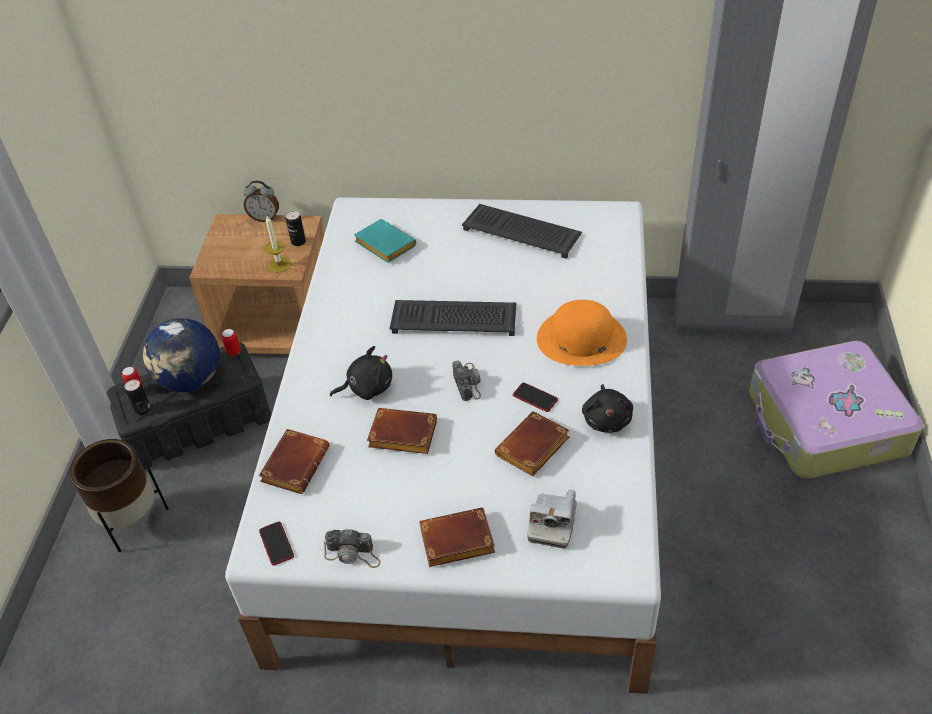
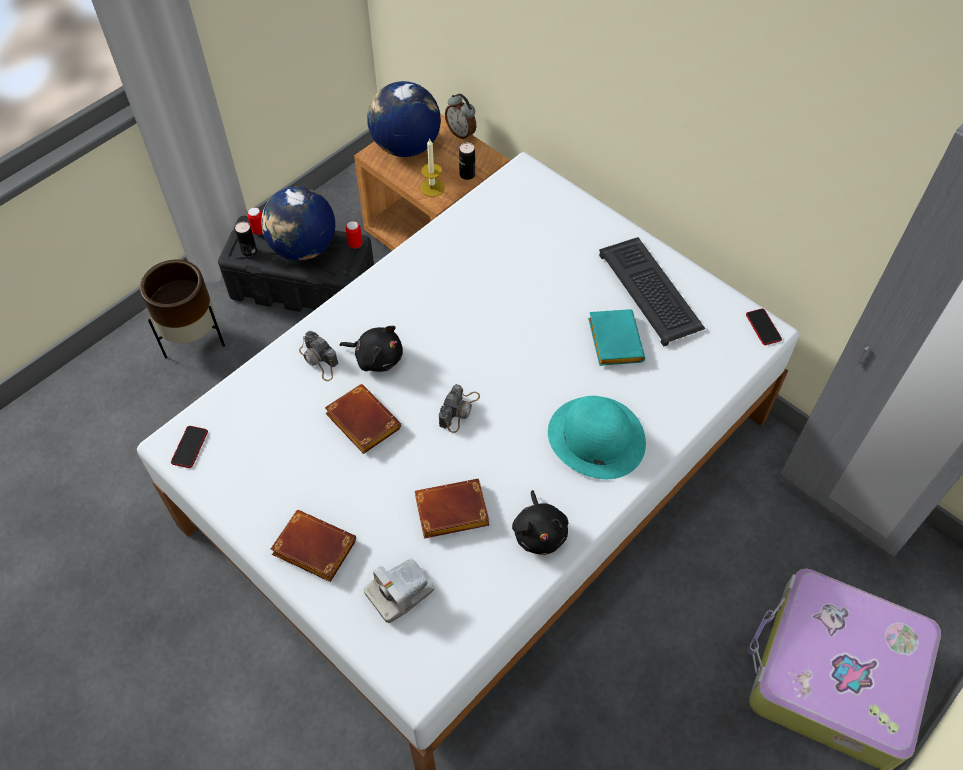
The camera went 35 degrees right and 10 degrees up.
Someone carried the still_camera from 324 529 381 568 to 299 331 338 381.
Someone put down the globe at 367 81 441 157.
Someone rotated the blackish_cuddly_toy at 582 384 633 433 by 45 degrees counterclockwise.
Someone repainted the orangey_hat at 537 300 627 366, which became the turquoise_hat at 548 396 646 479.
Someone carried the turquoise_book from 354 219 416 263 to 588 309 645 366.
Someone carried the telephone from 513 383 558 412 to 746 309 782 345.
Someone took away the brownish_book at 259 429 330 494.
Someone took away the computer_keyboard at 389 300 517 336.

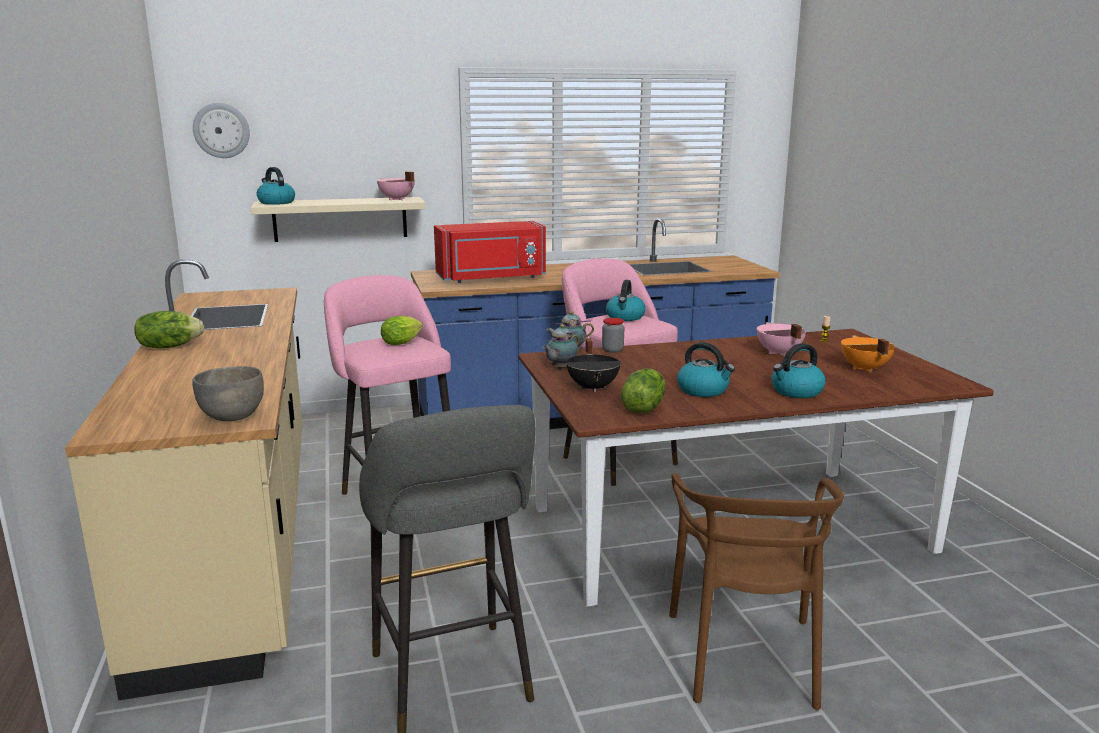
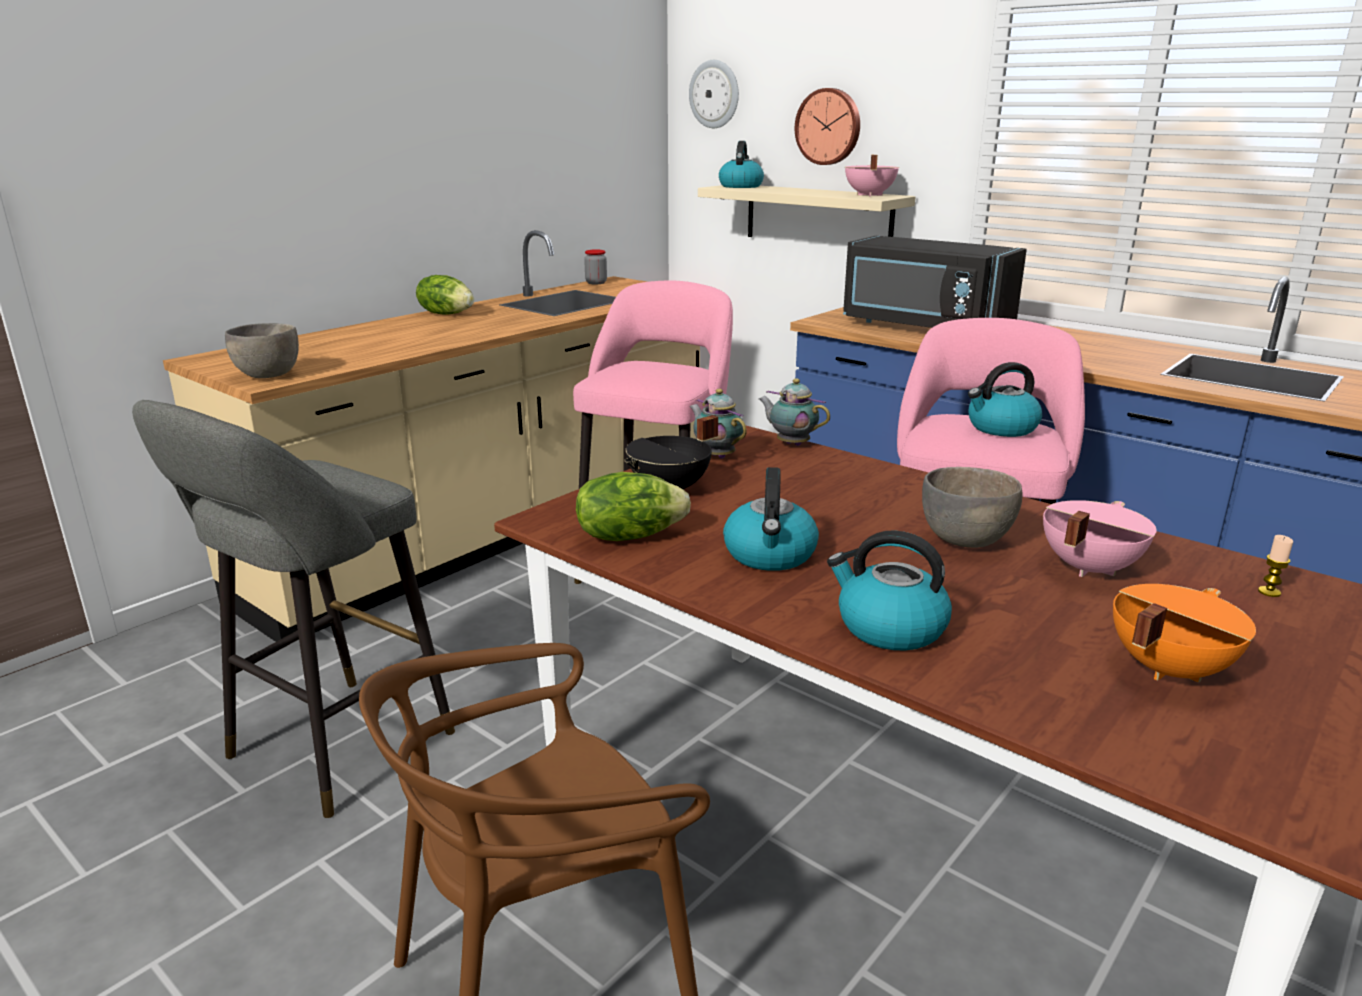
The camera went 55 degrees right and 5 degrees up.
Someone carried the storage_jar from 602 318 624 353 to 584 249 607 284.
Someone rotated the teapot at 542 324 579 370 by 45 degrees clockwise.
Someone put up the hanging_clock at 795 88 860 165.
Someone repainted the red_kitchen_microwave at 434 221 546 283, which became the blackish_kitchen_microwave at 843 236 1027 328.
Someone put down the gray_bowl at 922 467 1023 548.
Someone took away the head_of_lettuce at 381 316 423 345.

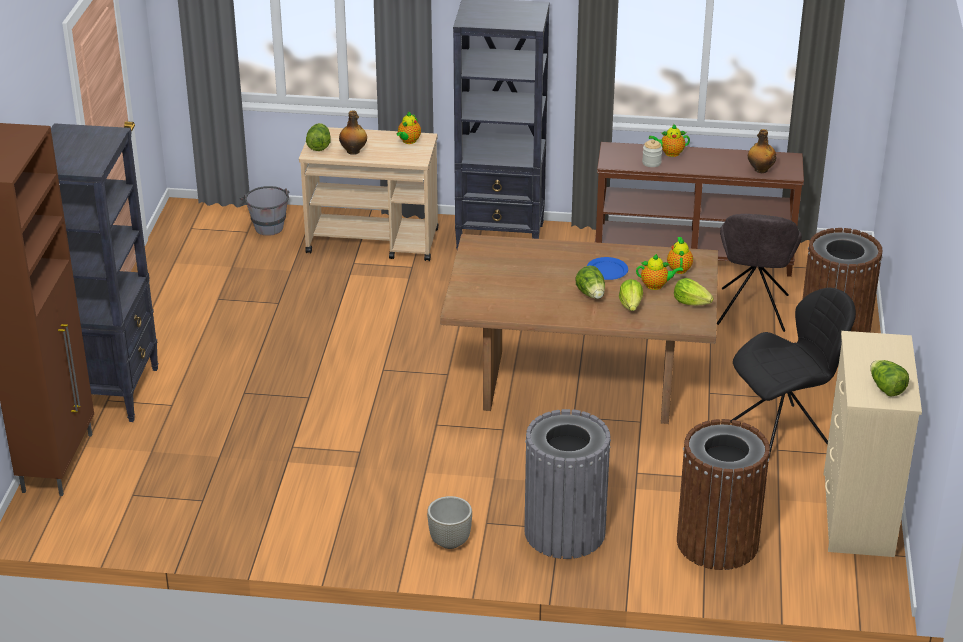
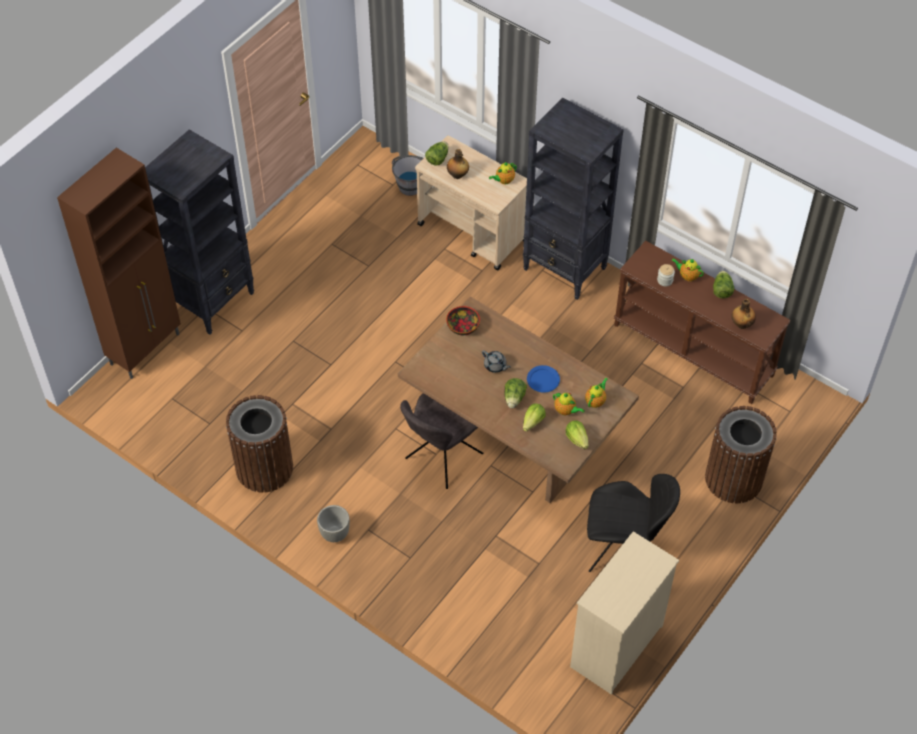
The camera went 30 degrees right and 20 degrees up.
Someone carried the brownish_trash_can from 677 419 770 570 to 226 395 293 493.
Someone carried the gray_upright_chair from 717 214 802 332 to 400 393 483 489.
Someone put down the bowl at 446 306 480 335.
Someone put down the gray_teapot at 482 350 511 373.
Someone carried the head_of_lettuce from 870 360 909 397 to 713 271 734 298.
Someone took away the gray_trash_can at 524 409 611 559.

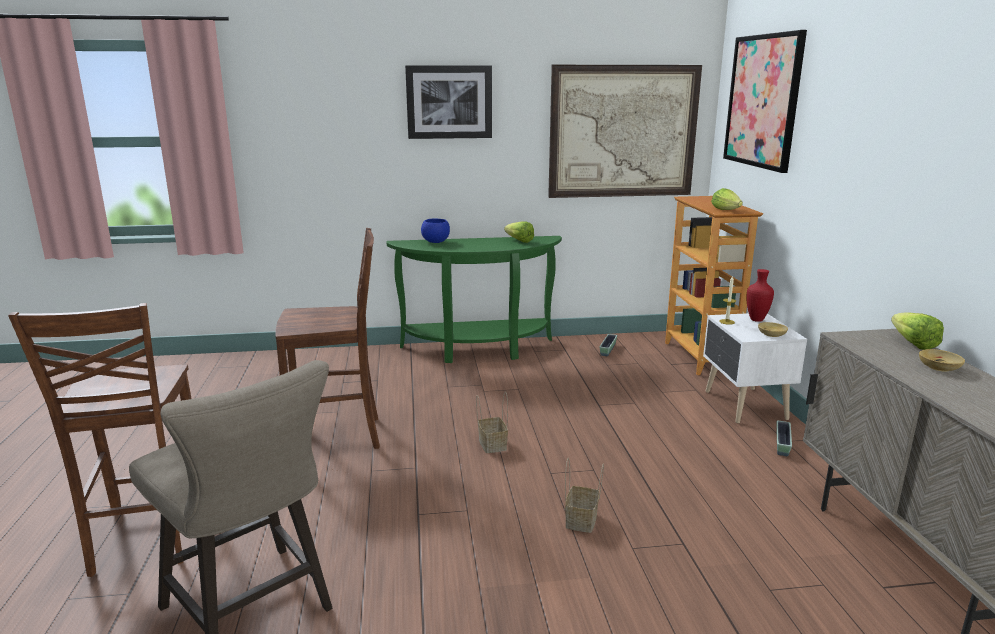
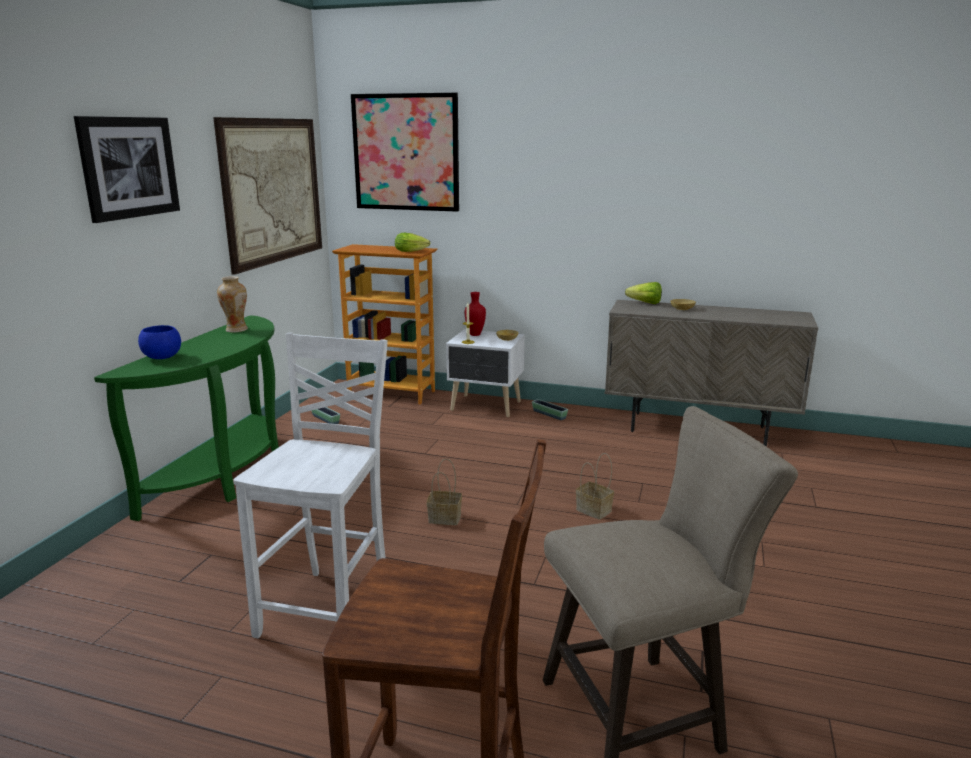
The camera went 65 degrees left and 0 degrees up.
Someone swapped the head_of_lettuce at 504 222 534 243 for the flower_vase at 217 276 248 332.
Someone repainted the brownish_upright_chair at 275 228 380 449, which became the white_upright_chair at 233 333 388 638.

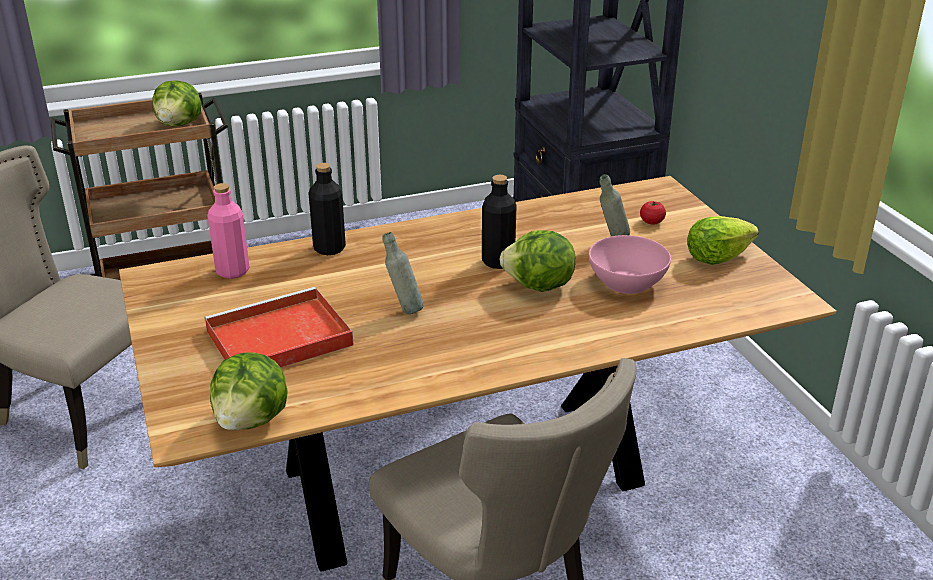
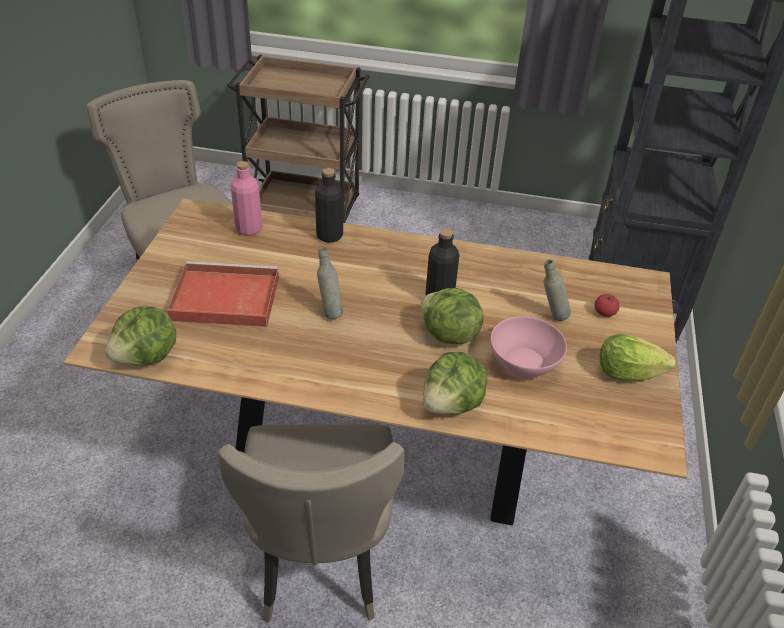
The camera went 30 degrees right and 10 degrees up.
Someone carried the head_of_lettuce from 152 80 202 127 to 423 352 488 415.

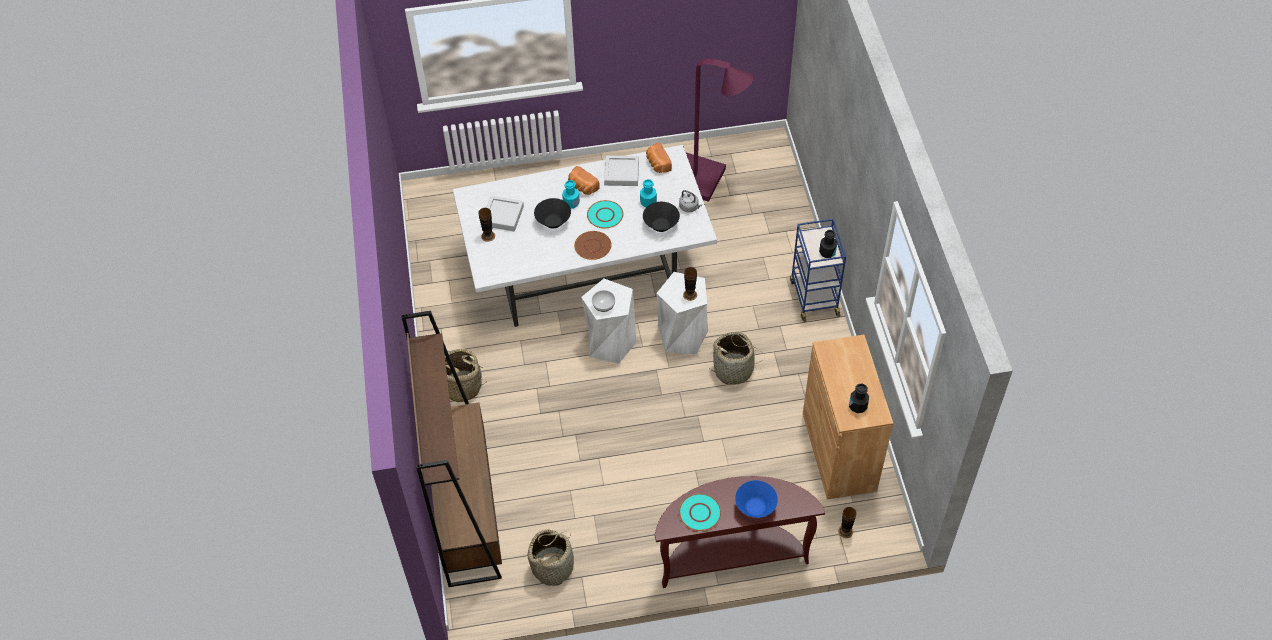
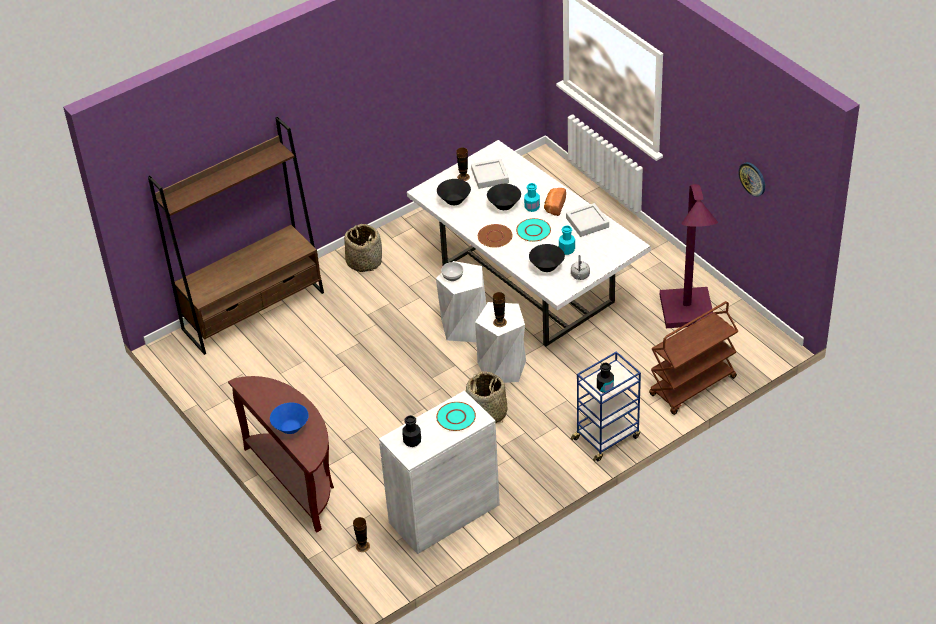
The camera went 65 degrees right and 10 degrees down.
Someone repainted the brownish_cabinet at 803 335 893 500, which became the white_cabinet at 379 390 500 554.
Someone carried the turquoise_plate from 679 494 721 531 to 436 402 476 431.
Someone put down the blackish_bowl at 437 179 471 205.
Someone put down the brownish_cart at 649 301 738 415.
Someone put up the hanging_clock at 738 162 765 197.
Someone took away the basket at 528 529 574 586.
Someone took away the baked_bread at 646 142 672 173.

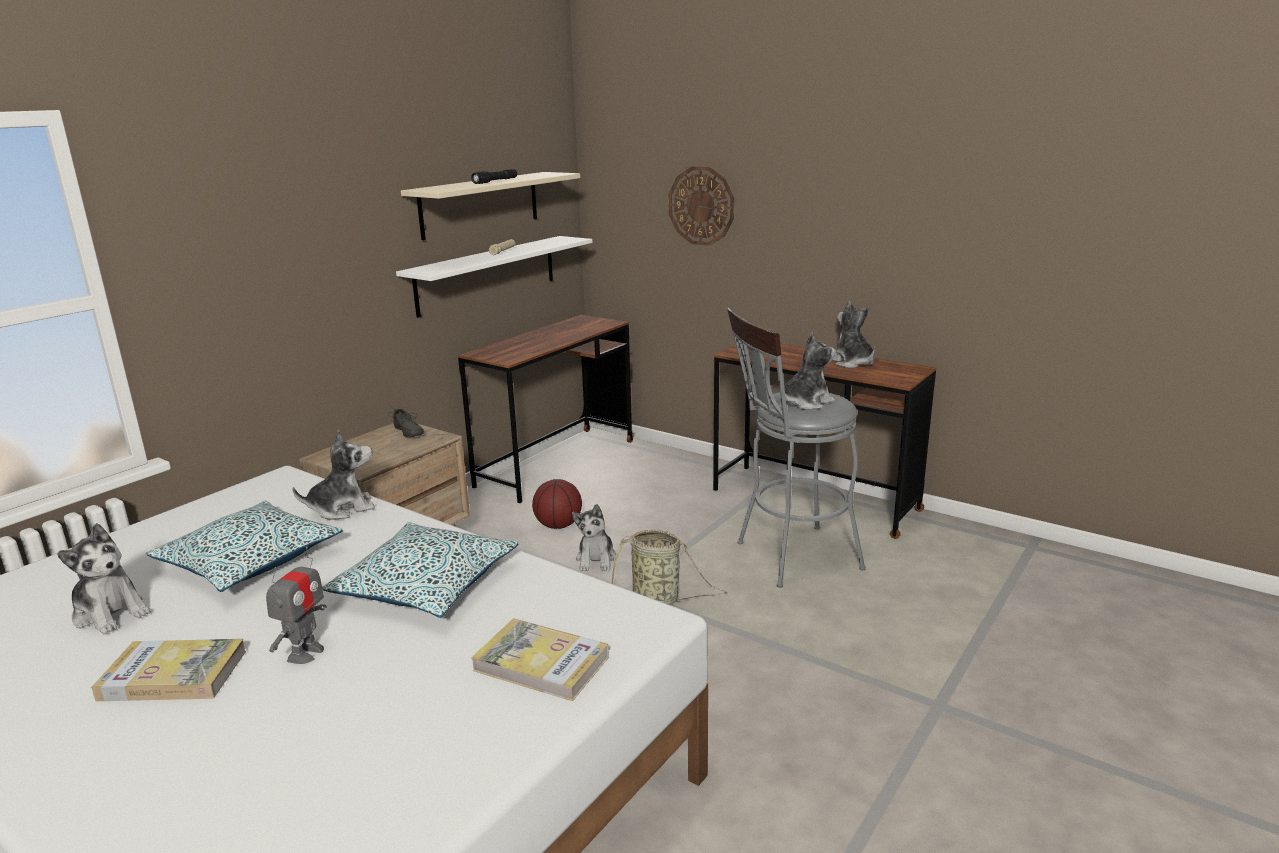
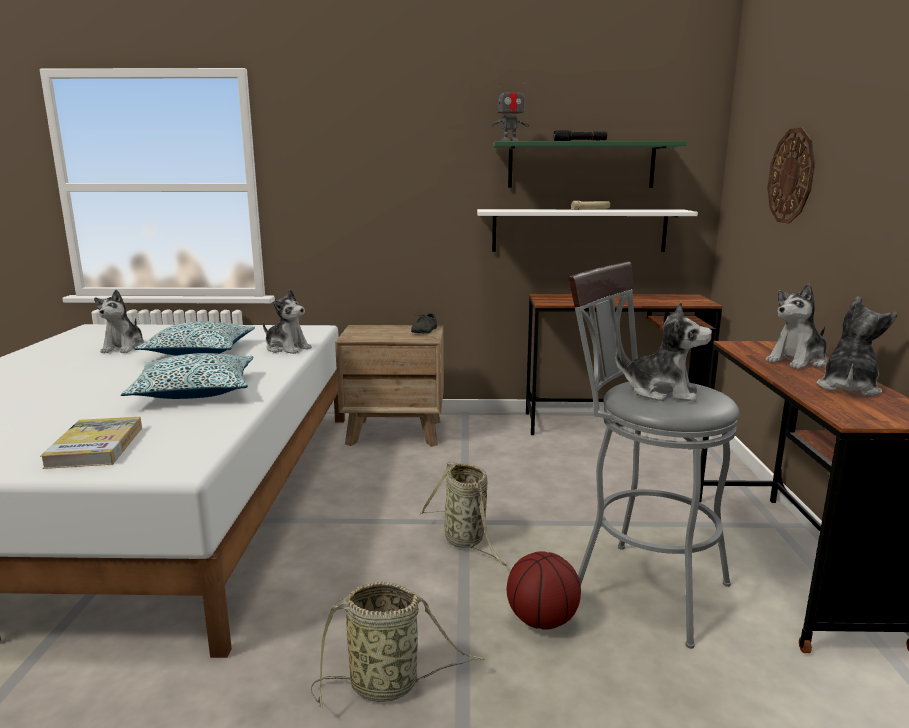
The camera went 55 degrees right and 5 degrees down.
Someone put down the basket at 311 581 485 708.
Someone carried the toy_robot from 266 546 327 664 to 490 81 529 141.
Someone repainted the beige-coloured_wall_shelf at 401 172 580 240, which became the green_wall_shelf at 493 141 687 188.
Someone carried the basketball_ball from 532 479 582 529 to 507 551 581 630.
Someone carried the cuddly_toy from 572 504 616 571 to 766 284 827 369.
Someone took away the book at 91 639 246 701.

